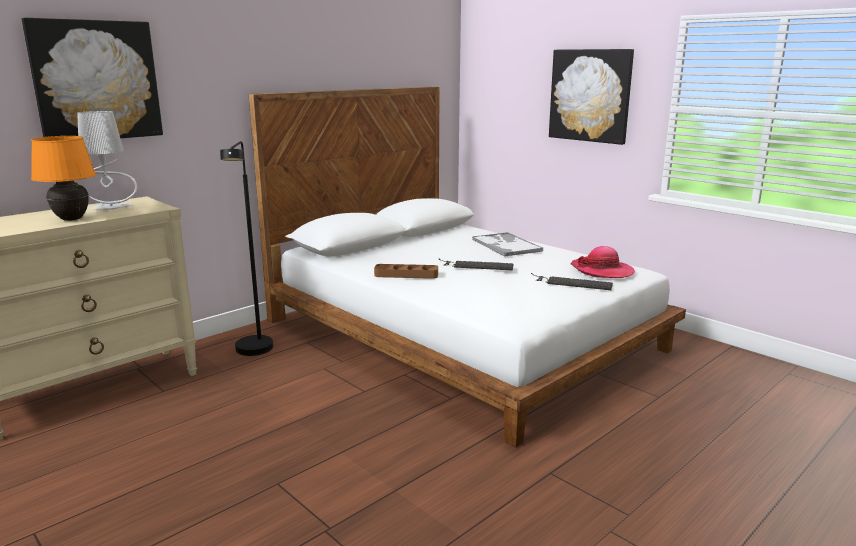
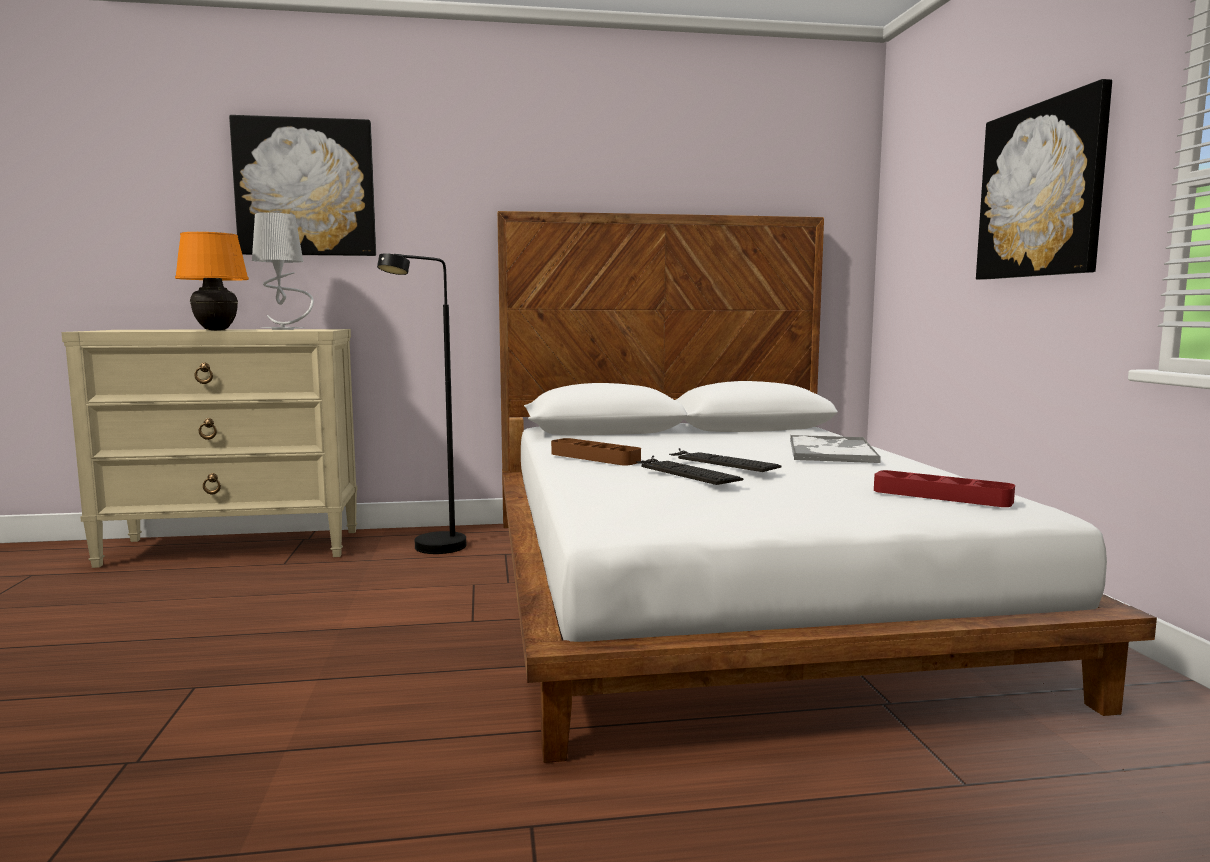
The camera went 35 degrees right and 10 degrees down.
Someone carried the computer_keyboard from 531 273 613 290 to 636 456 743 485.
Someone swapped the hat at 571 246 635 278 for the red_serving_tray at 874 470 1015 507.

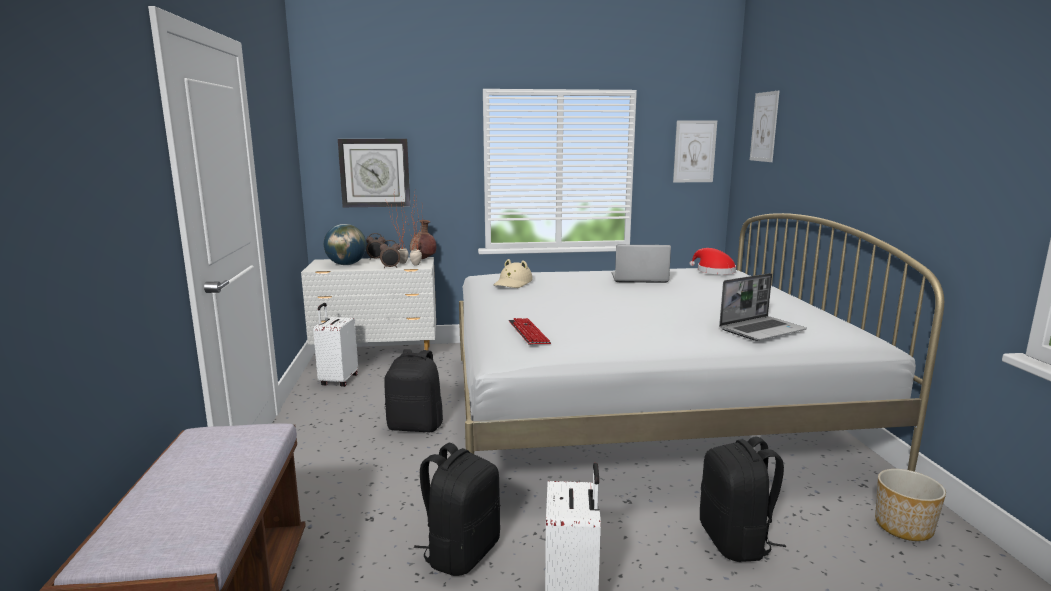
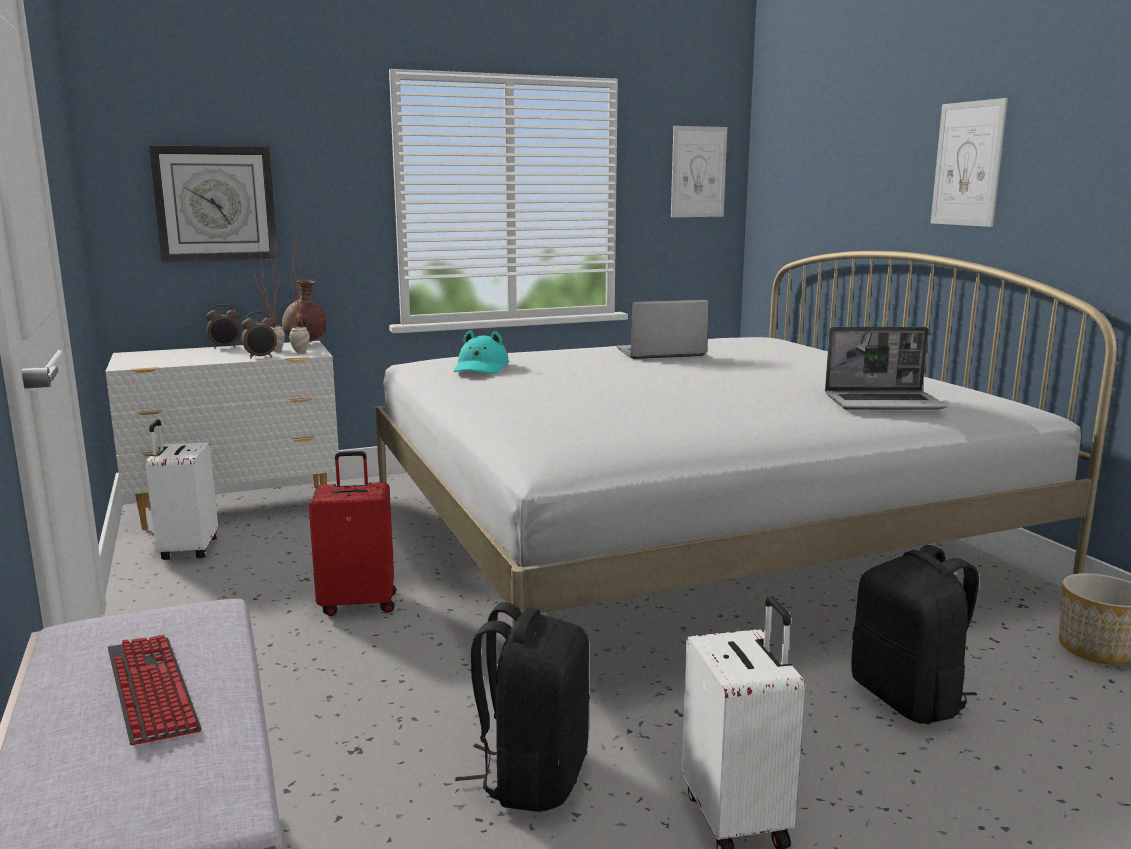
The camera went 15 degrees left and 0 degrees up.
Someone carried the computer_keyboard from 509 318 551 345 to 108 635 202 745.
Someone swapped the blackish_backpack at 384 349 443 432 for the red_suitcase at 309 451 396 616.
Someone repainted the beige-coloured_hat at 494 259 533 288, which became the turquoise_hat at 454 330 509 374.
Someone rotated the notebook_computer at 719 273 807 341 by 45 degrees clockwise.
Someone carried the picture from 750 91 779 162 to 931 98 1008 227.
Someone took away the globe at 324 224 367 265.
Someone took away the red_hat at 690 248 736 274.

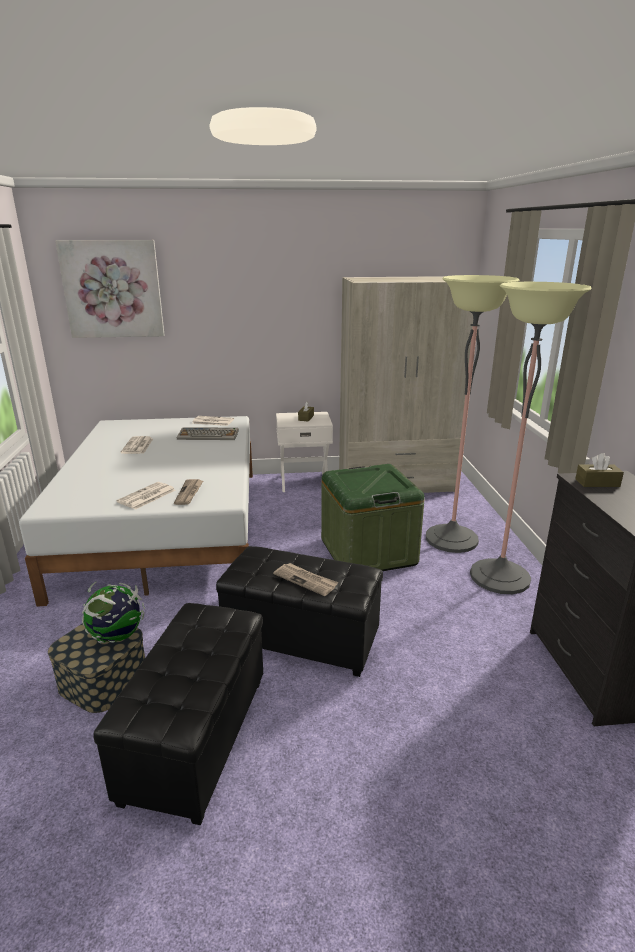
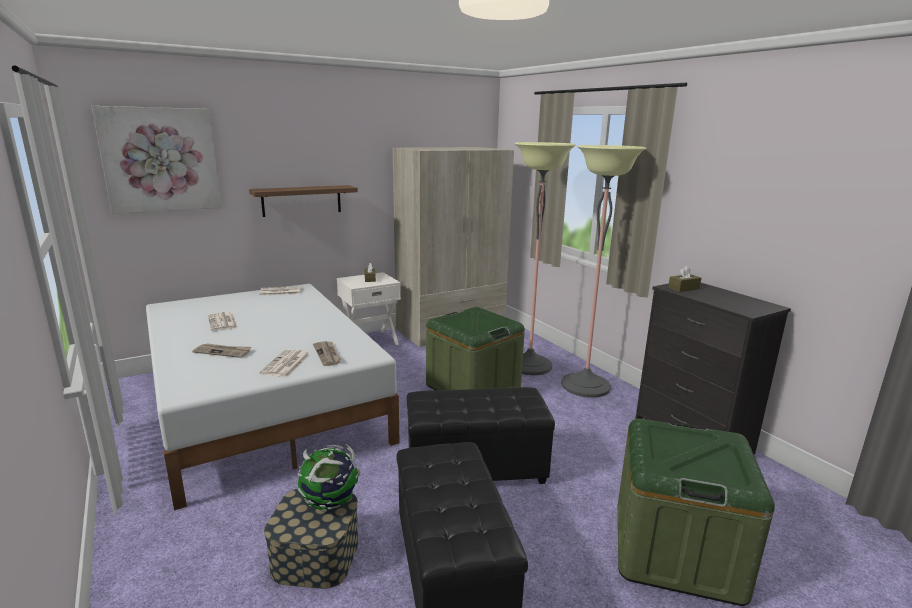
The camera went 25 degrees left and 5 degrees down.
Someone carried the newspaper from 273 563 339 596 to 192 343 252 358.
Someone put up the wall_shelf at 249 185 358 217.
Someone put down the green_storage_bin at 618 419 775 606.
Someone took away the computer_keyboard at 177 427 239 440.

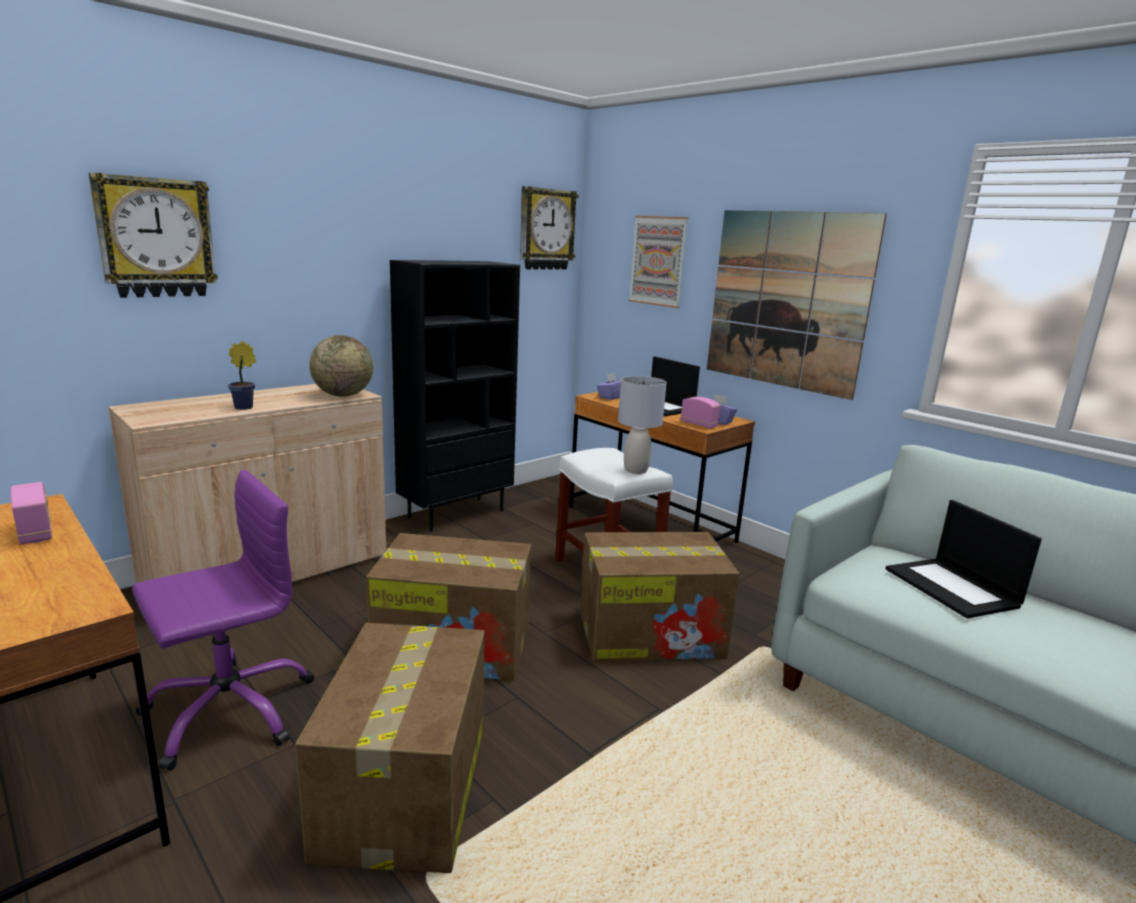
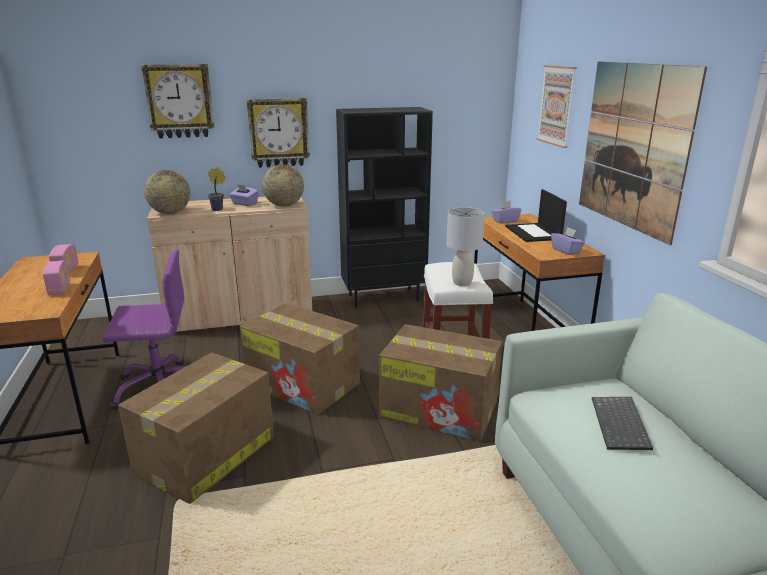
The camera went 30 degrees right and 5 degrees up.
Someone carried the radio from 681 397 720 429 to 43 260 70 295.
Someone put down the globe at 144 170 190 214.
Someone put down the purple-coloured_tissue_holder at 229 184 259 206.
Someone carried the hanging_clock from 520 186 578 270 to 247 98 310 168.
Someone swapped the notebook_computer at 885 500 1042 618 for the computer_keyboard at 592 397 653 450.

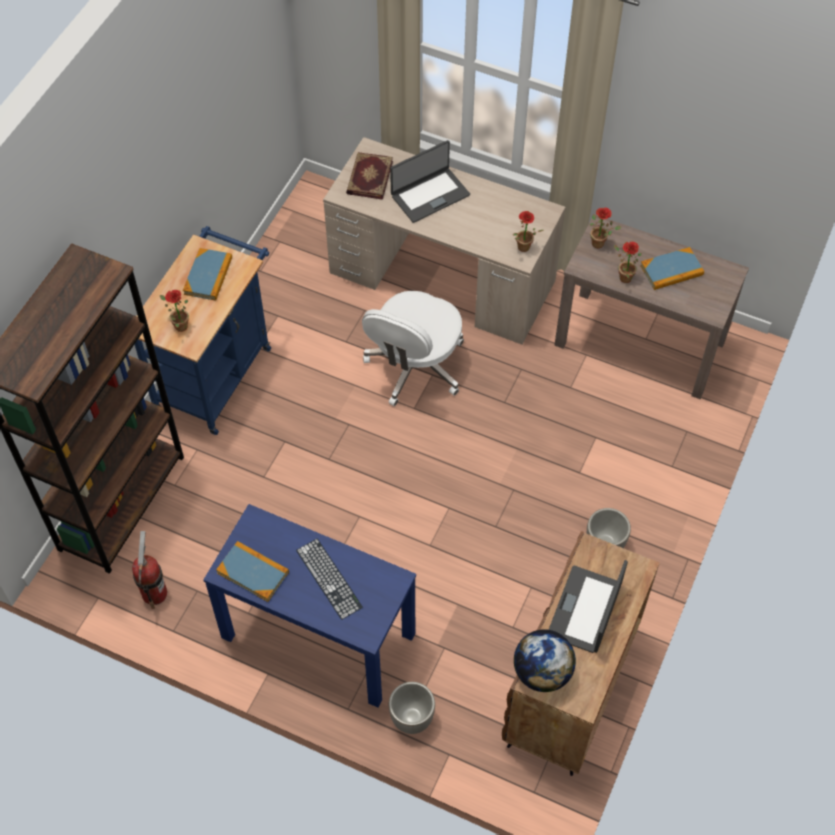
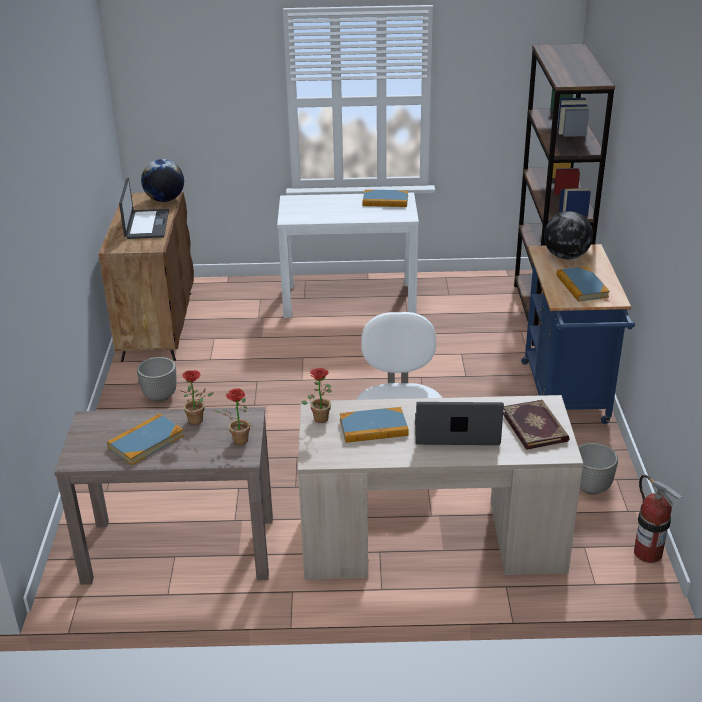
The camera went 155 degrees right and 25 degrees down.
Someone repainted the bluish_console_table at 203 504 416 707, which became the white_console_table at 277 193 419 318.
Someone put down the book at 340 407 409 443.
Someone rotated the notebook_computer at 390 140 470 223 by 60 degrees clockwise.
Someone swapped the plant_in_a_pot at 160 290 189 332 for the globe at 544 211 593 259.
Someone carried the planter from 389 682 435 734 to 578 443 618 494.
Someone carried the fire-fighting_cylinder from 132 531 167 609 to 634 474 682 563.
Someone took away the computer_keyboard at 296 539 363 620.

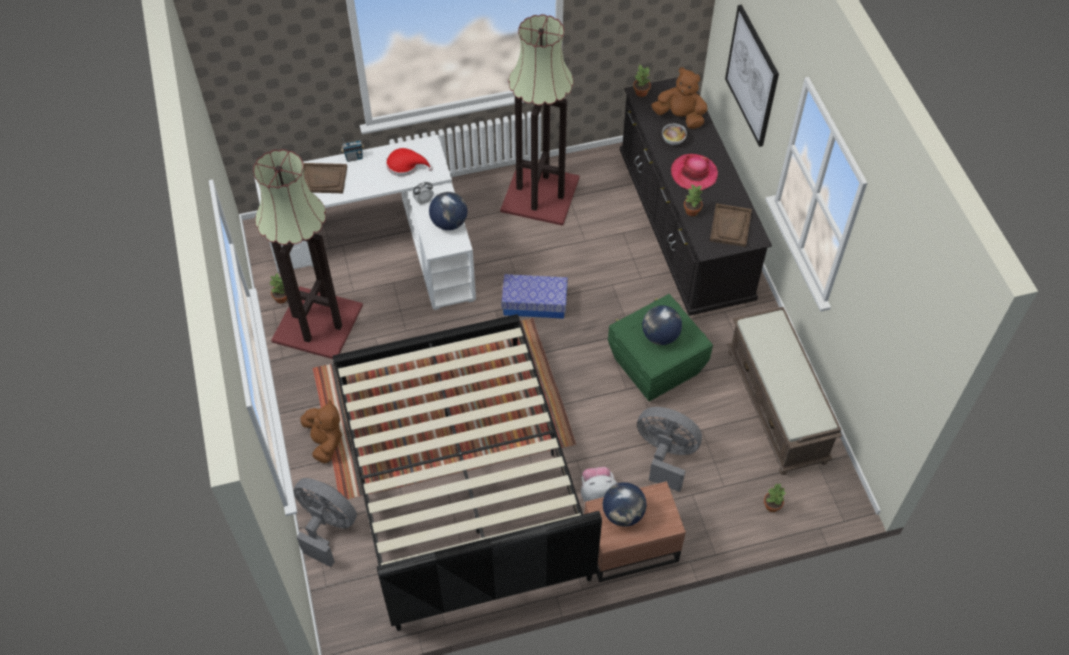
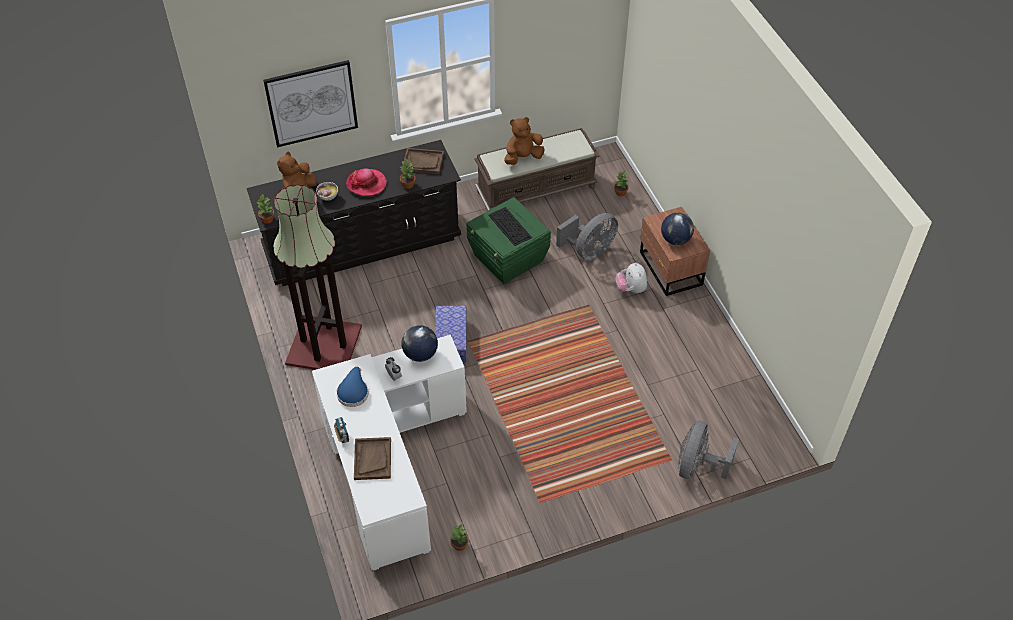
The camera went 95 degrees left and 5 degrees down.
Someone repainted the red_hat at 386 148 433 176, which became the bluish_hat at 336 367 369 407.
Someone swapped the globe at 642 305 682 345 for the computer_keyboard at 488 207 532 246.
Someone carried the brownish_cuddly_toy from 300 399 342 463 to 504 117 545 165.
Someone rotated the gray_electric_fan at 637 407 702 492 by 150 degrees counterclockwise.
Someone took away the standard_lamp at 253 149 363 359.
Someone took away the blackish_bedroom_bed at 332 314 602 631.

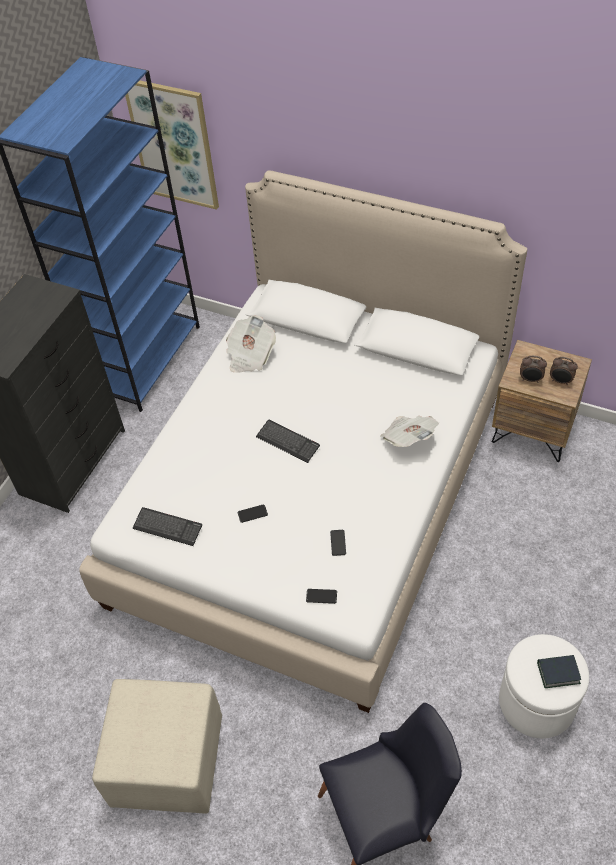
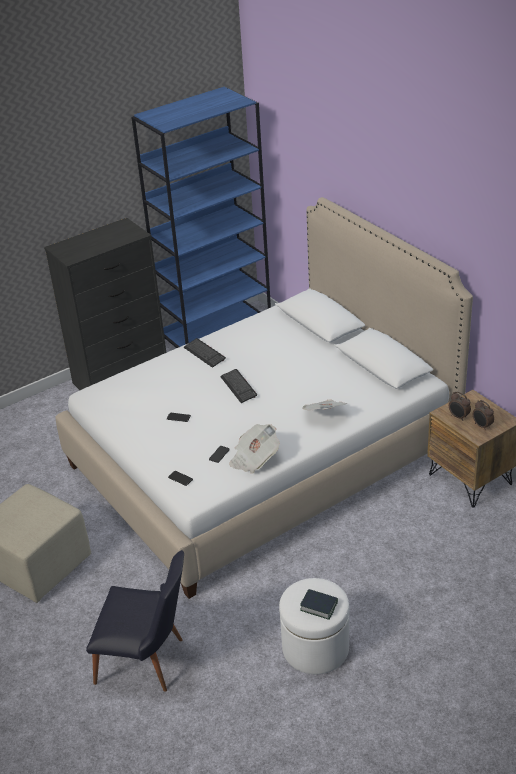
The camera went 30 degrees right and 15 degrees down.
Someone carried the computer_keyboard from 133 507 202 546 to 184 338 226 368.
Someone carried the newspaper from 226 315 276 373 to 229 424 280 473.
Someone took away the picture at 125 80 219 210.

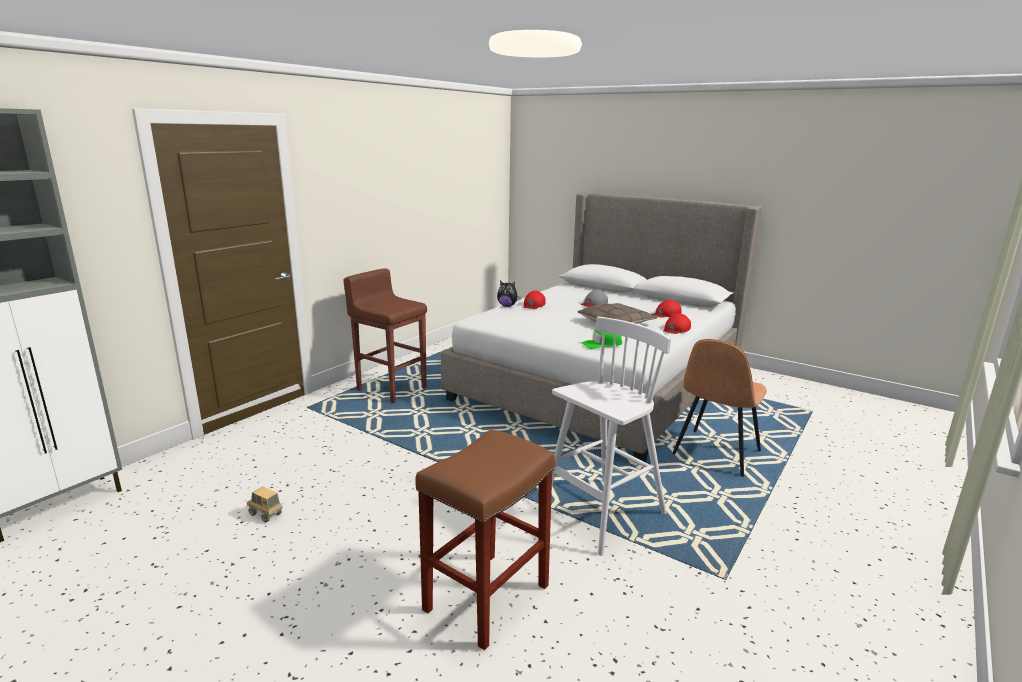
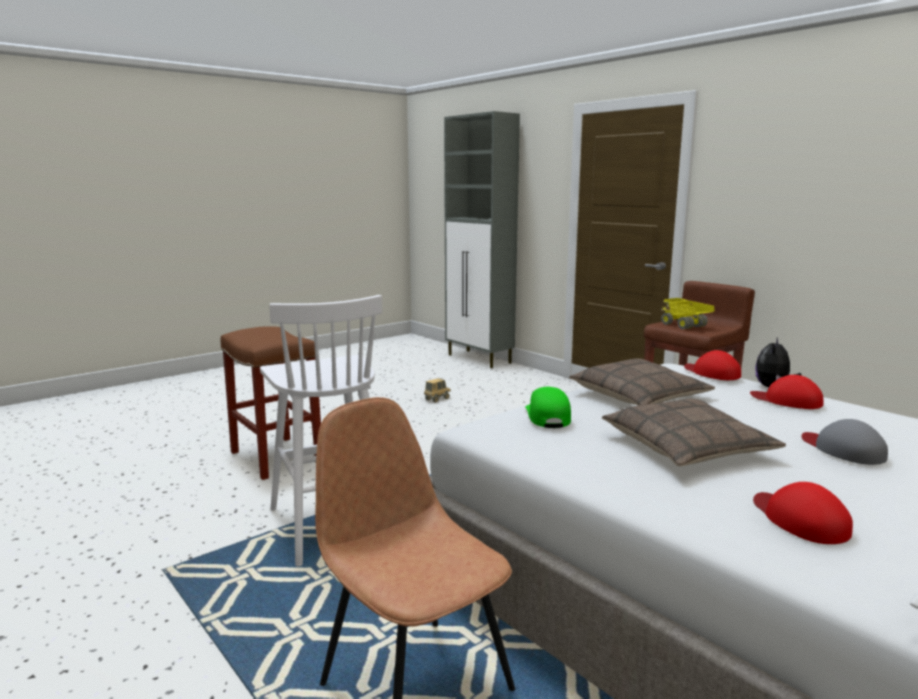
The camera went 105 degrees right and 5 degrees down.
Someone put down the pillow at 569 358 715 405.
Someone put down the toy_lorry at 661 298 715 329.
Someone carried the red_peaked_cap from 663 313 691 334 to 684 350 741 380.

